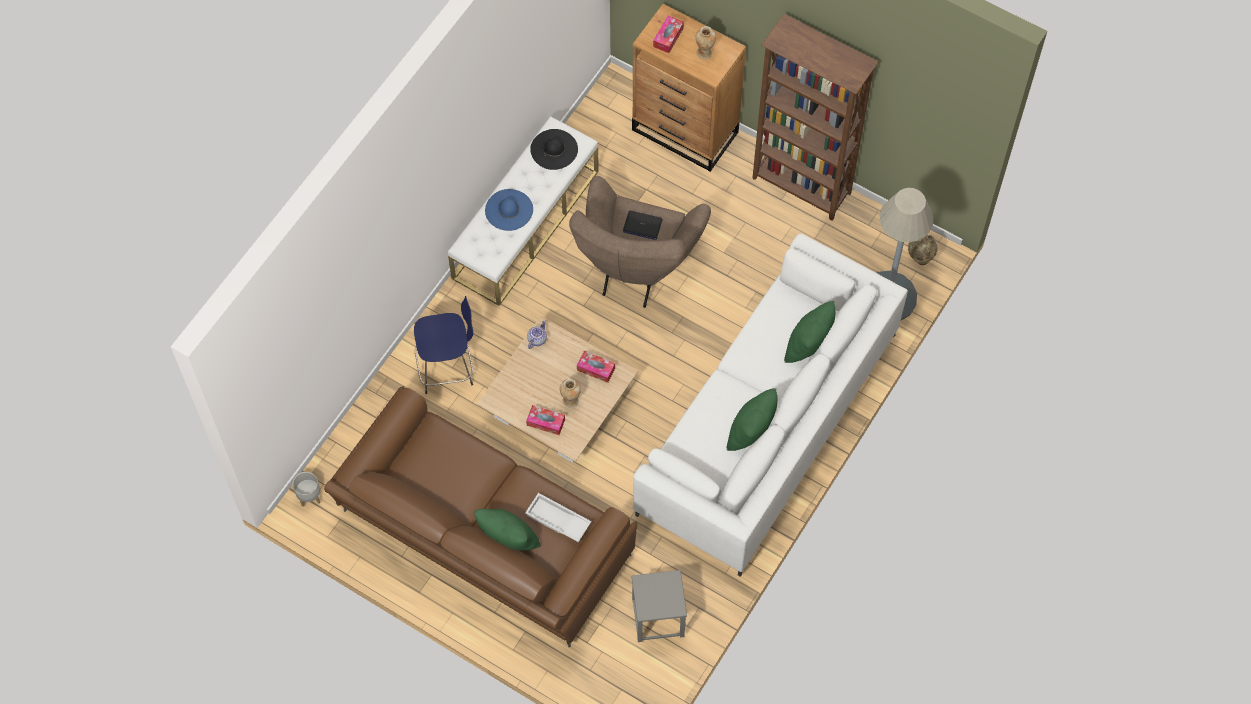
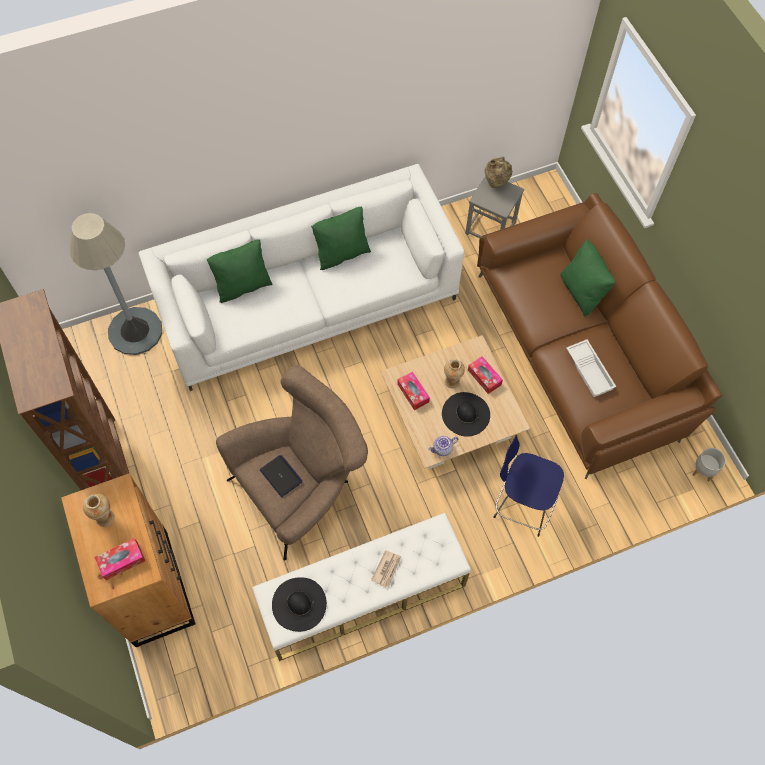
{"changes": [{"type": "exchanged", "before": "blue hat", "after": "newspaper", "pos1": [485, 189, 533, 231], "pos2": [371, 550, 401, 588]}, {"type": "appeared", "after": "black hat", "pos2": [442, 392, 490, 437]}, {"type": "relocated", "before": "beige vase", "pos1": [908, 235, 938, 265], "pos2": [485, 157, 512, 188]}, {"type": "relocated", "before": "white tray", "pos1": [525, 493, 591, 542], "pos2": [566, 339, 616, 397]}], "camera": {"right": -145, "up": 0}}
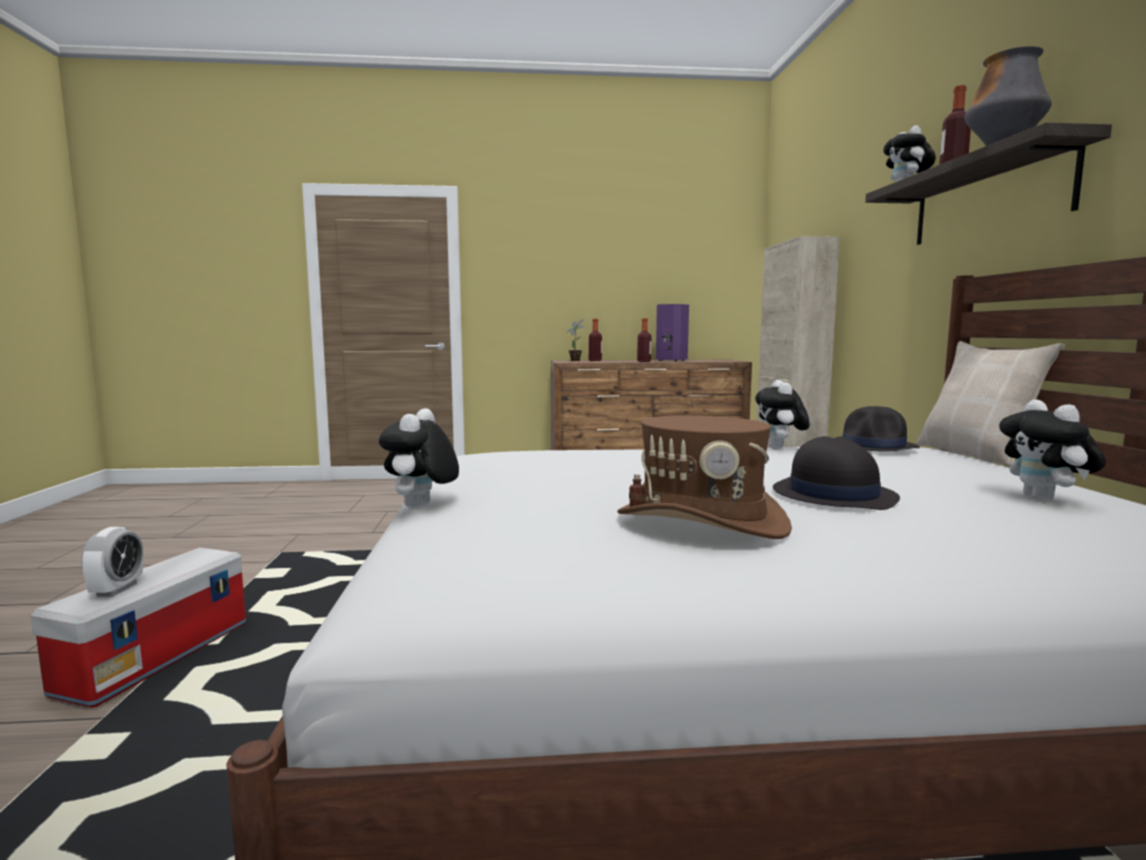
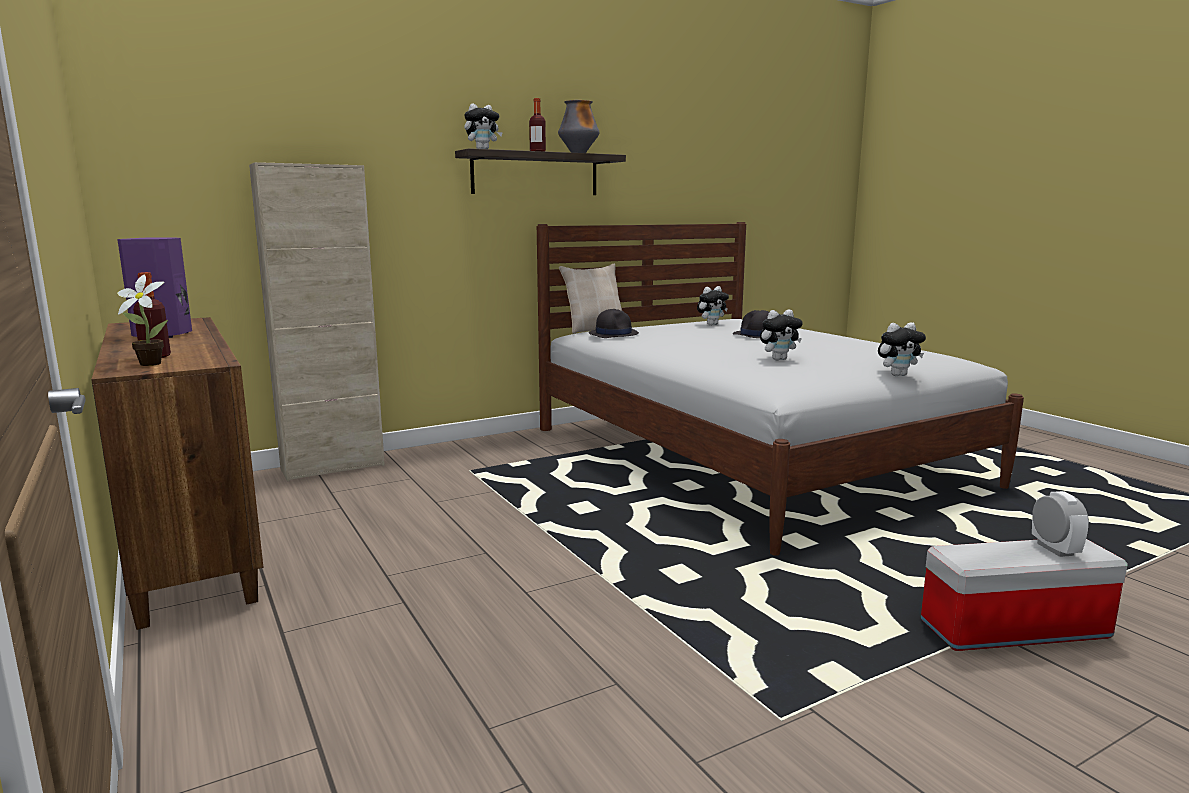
{"changes": [{"type": "relocated", "before": "plush toy", "pos1": [755, 380, 810, 449], "pos2": [760, 309, 803, 360]}, {"type": "spun", "before": "alarm clock", "pos1": [81, 527, 143, 597], "pos2": [1032, 491, 1089, 557], "turn": 105}, {"type": "missing", "before": "brown hat", "pos1": [617, 415, 792, 539]}, {"type": "missing", "before": "bottle", "pos1": [637, 318, 652, 362]}], "camera": {"right": -115, "up": 5}}
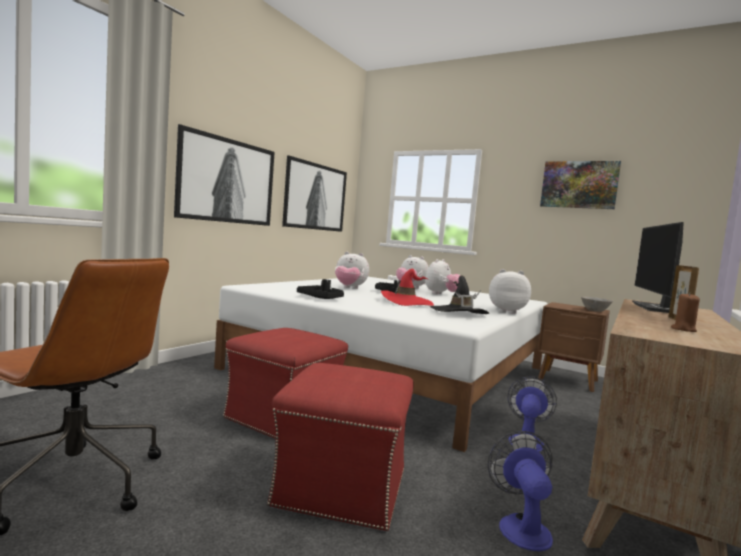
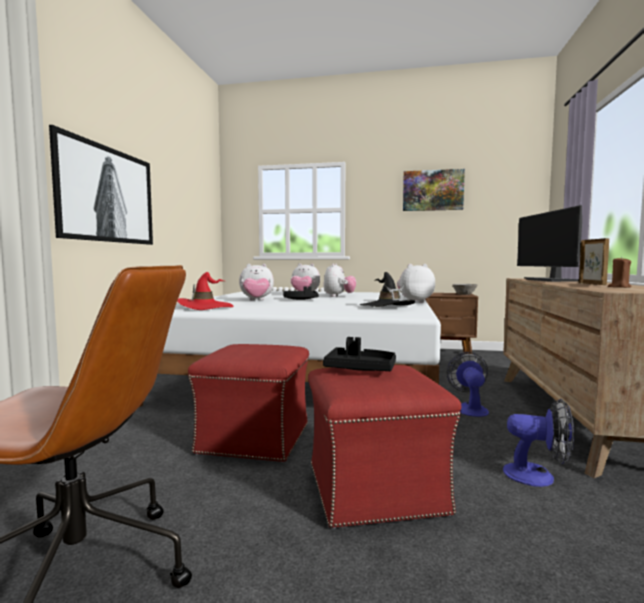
{"changes": [{"type": "relocated", "before": "red hat", "pos1": [381, 269, 434, 306], "pos2": [177, 272, 234, 310]}, {"type": "relocated", "before": "black tray", "pos1": [297, 279, 344, 299], "pos2": [323, 337, 396, 371]}, {"type": "spun", "before": "fan", "pos1": [488, 431, 553, 551], "pos2": [503, 399, 574, 487], "turn": 135}, {"type": "missing", "before": "picture", "pos1": [282, 155, 347, 232]}], "camera": {"right": -20, "up": 0}}
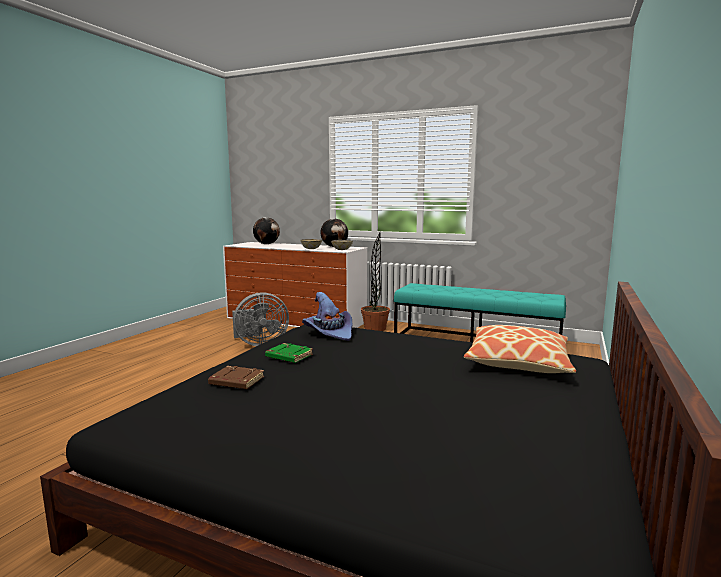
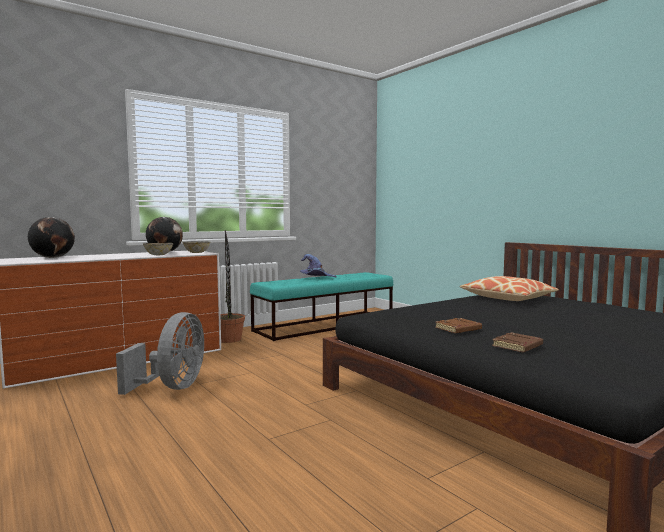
{"changes": [{"type": "relocated", "before": "purple hat", "pos1": [302, 292, 353, 341], "pos2": [300, 254, 337, 277]}, {"type": "colour", "before": "green book", "after": "brown book", "pos1": [265, 343, 313, 363], "pos2": [435, 318, 482, 333]}], "camera": {"right": -60, "up": -5}}
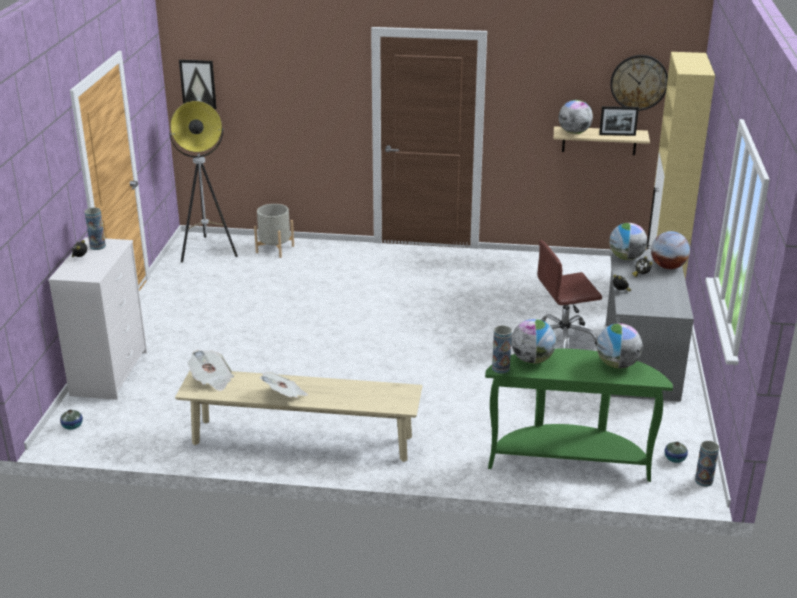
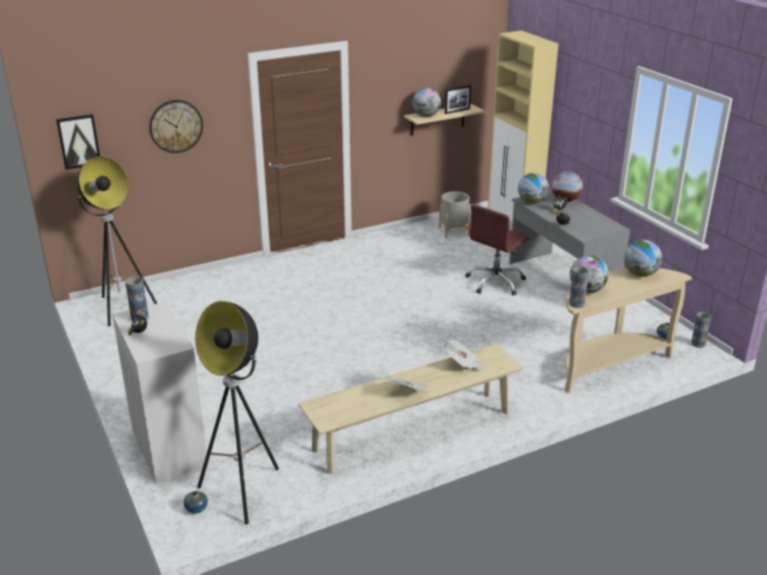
{"changes": [{"type": "relocated", "before": "wall clock", "pos1": [610, 55, 668, 111], "pos2": [149, 100, 203, 153]}, {"type": "appeared", "after": "floor lamp", "pos2": [195, 301, 279, 524]}, {"type": "relocated", "before": "grey planter", "pos1": [254, 204, 294, 258], "pos2": [439, 192, 471, 238]}, {"type": "relocated", "before": "newspaper", "pos1": [188, 350, 234, 391], "pos2": [443, 340, 484, 370]}, {"type": "colour", "before": "green console table", "after": "beige console table", "pos1": [485, 349, 673, 482], "pos2": [565, 268, 692, 393]}], "camera": {"right": -35, "up": 0}}
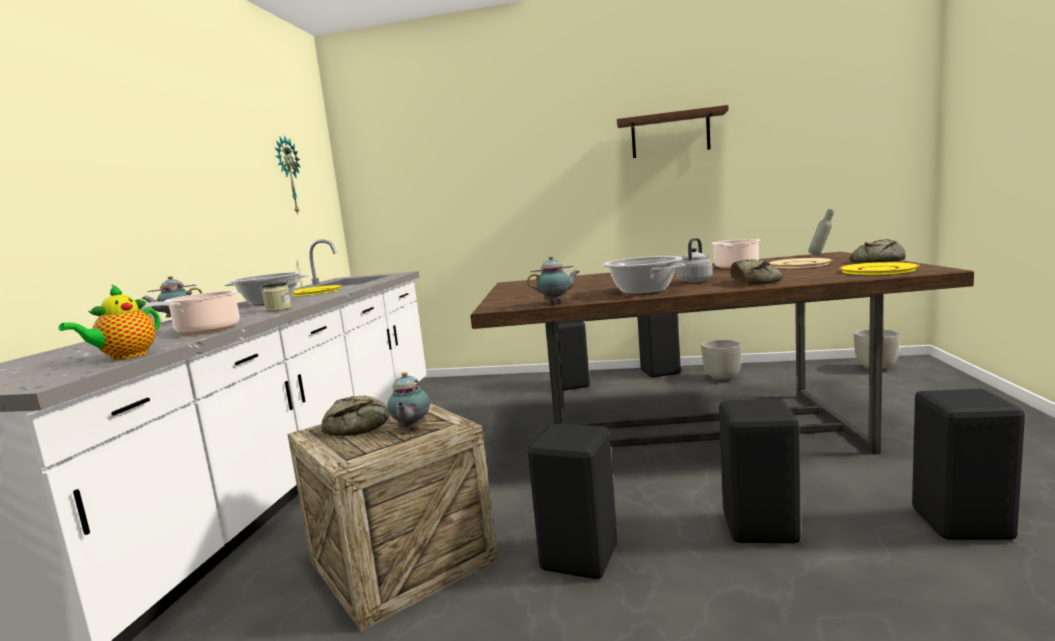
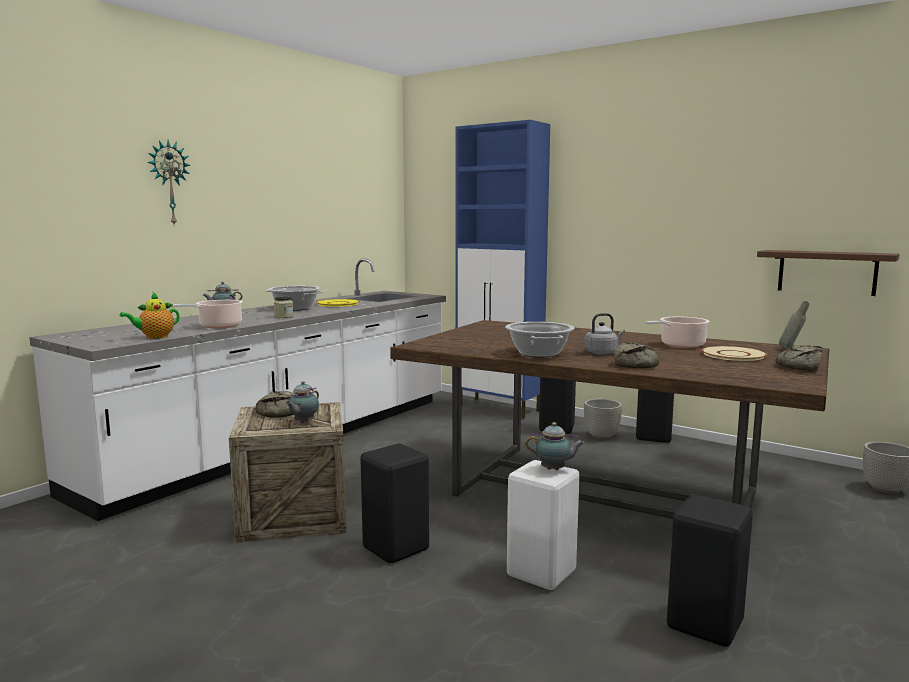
{"changes": [{"type": "relocated", "before": "wall clock", "pos1": [275, 135, 301, 214], "pos2": [147, 140, 190, 225]}, {"type": "appeared", "after": "blue cabinet", "pos2": [455, 120, 550, 419]}, {"type": "colour", "before": "black stool", "after": "white stool", "pos1": [719, 399, 801, 543], "pos2": [507, 460, 580, 590]}, {"type": "relocated", "before": "teapot", "pos1": [527, 256, 580, 304], "pos2": [525, 422, 585, 470]}, {"type": "relocated", "before": "grey planter", "pos1": [701, 340, 742, 381], "pos2": [584, 399, 622, 440]}, {"type": "relocated", "before": "brown shelf", "pos1": [617, 105, 729, 158], "pos2": [757, 250, 900, 296]}, {"type": "missing", "before": "yellow plate", "pos1": [838, 262, 920, 275]}], "camera": {"right": 25, "up": 0}}
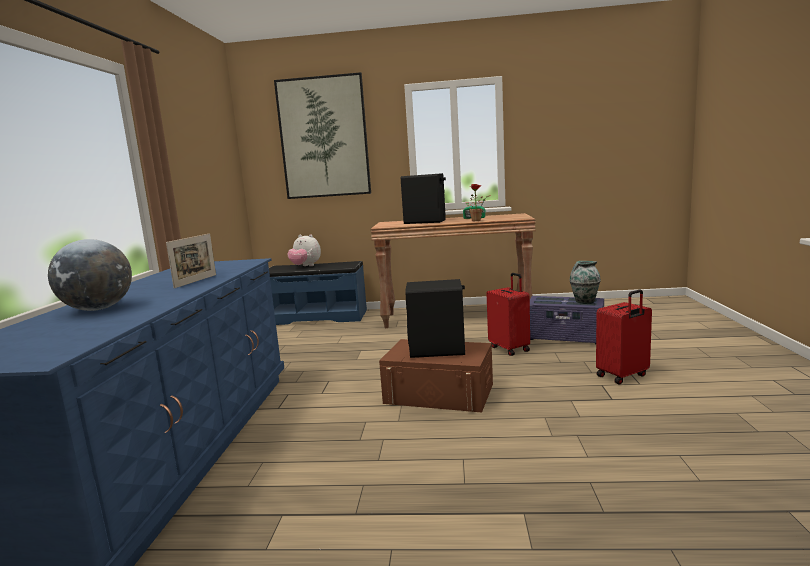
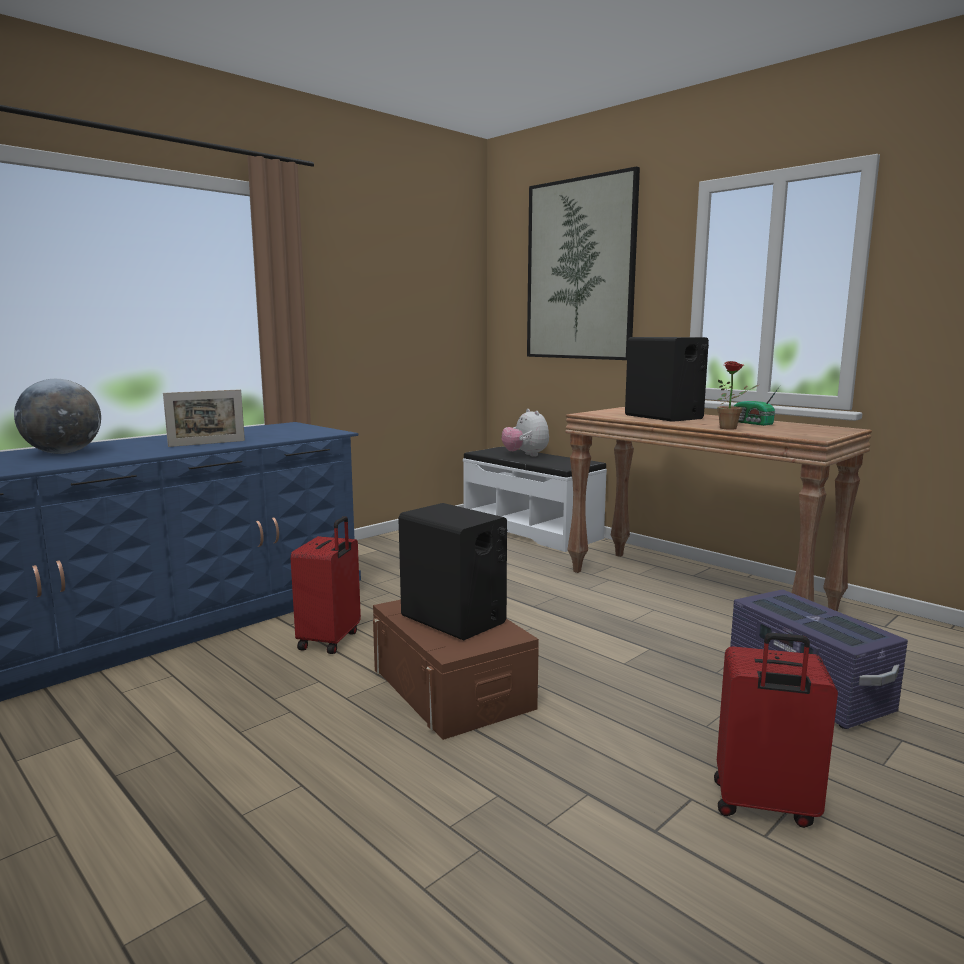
{"changes": [{"type": "relocated", "before": "red suitcase", "pos1": [486, 273, 530, 356], "pos2": [290, 516, 361, 654]}, {"type": "colour", "before": "blue bench", "after": "white bench", "pos1": [269, 261, 367, 325], "pos2": [463, 447, 607, 552]}, {"type": "missing", "before": "vase", "pos1": [570, 261, 601, 304]}], "camera": {"right": 40, "up": 0}}
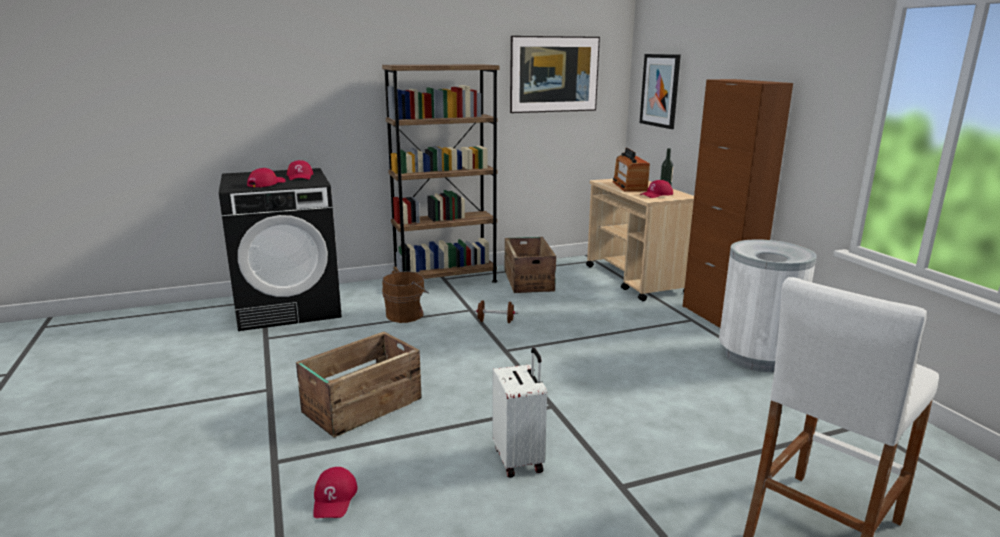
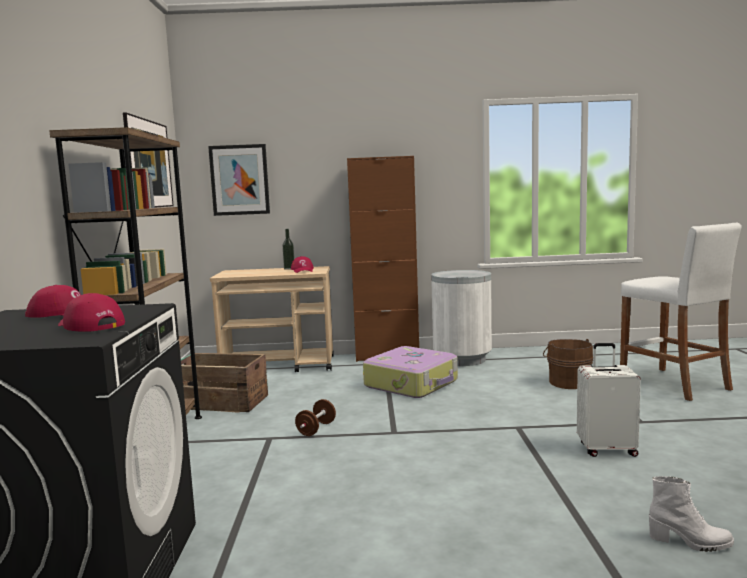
{"changes": [{"type": "appeared", "after": "suitcase", "pos2": [363, 346, 458, 398]}, {"type": "relocated", "before": "brown bucket", "pos1": [382, 271, 429, 323], "pos2": [543, 339, 593, 389]}, {"type": "exchanged", "before": "red cap", "after": "white boot", "pos1": [313, 467, 358, 518], "pos2": [649, 476, 734, 552]}, {"type": "missing", "before": "crate", "pos1": [296, 332, 422, 438]}, {"type": "missing", "before": "radio", "pos1": [612, 148, 650, 192]}], "camera": {"right": -70, "up": -10}}
